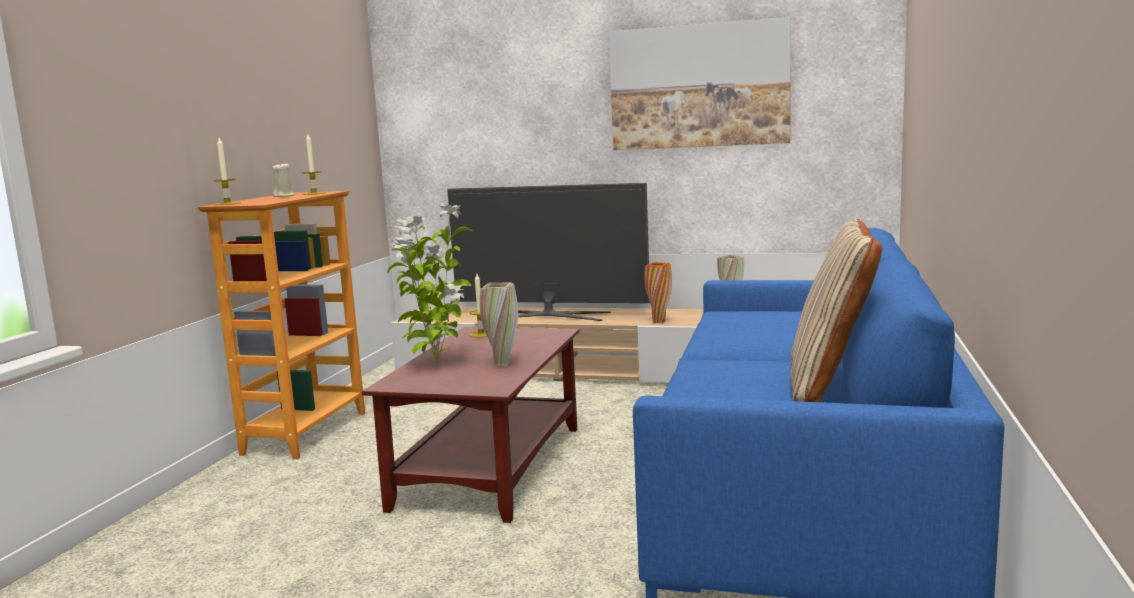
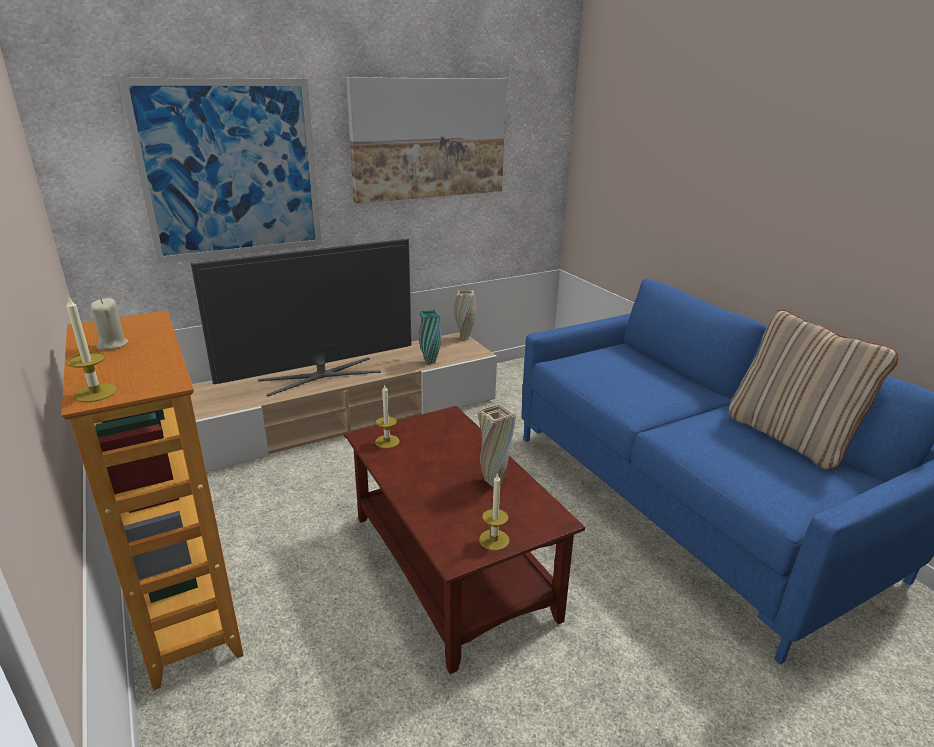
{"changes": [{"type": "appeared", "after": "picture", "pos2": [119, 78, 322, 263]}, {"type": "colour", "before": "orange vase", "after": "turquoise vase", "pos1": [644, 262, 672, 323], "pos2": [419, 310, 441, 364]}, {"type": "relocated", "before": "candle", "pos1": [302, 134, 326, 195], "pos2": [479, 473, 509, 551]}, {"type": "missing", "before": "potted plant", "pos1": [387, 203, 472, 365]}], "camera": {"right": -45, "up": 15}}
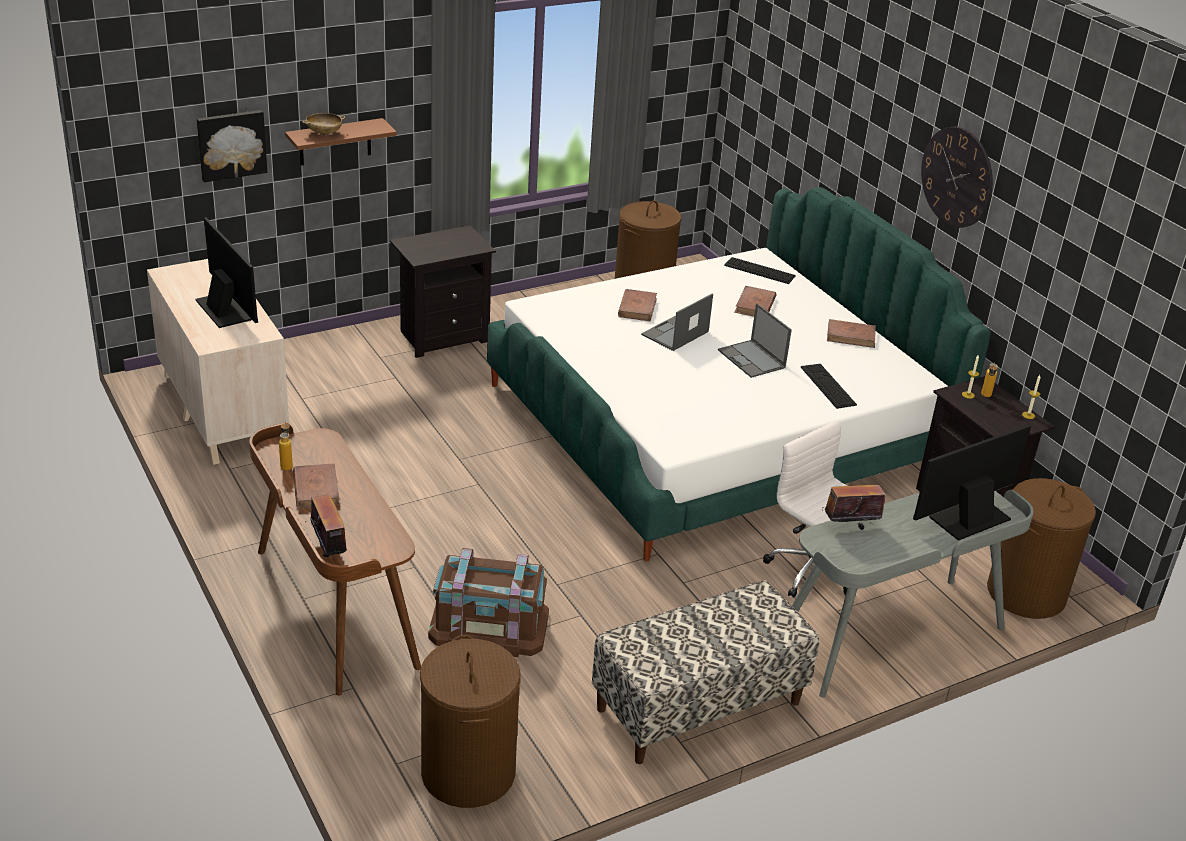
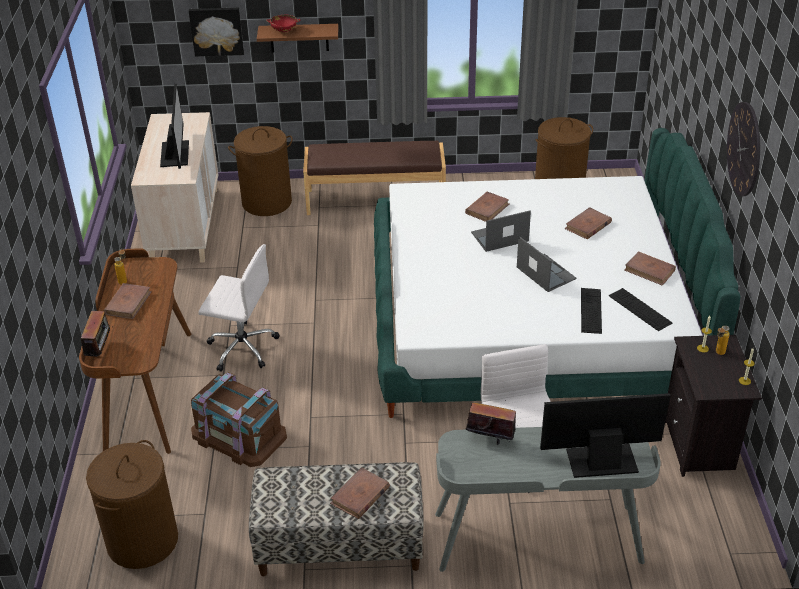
{"changes": [{"type": "appeared", "after": "white office chair", "pos2": [198, 244, 279, 372]}, {"type": "relocated", "before": "brown laundry basket", "pos1": [987, 478, 1096, 619], "pos2": [228, 126, 293, 216]}, {"type": "colour", "before": "beige bowl", "after": "red bowl", "pos1": [302, 113, 345, 135], "pos2": [266, 15, 301, 33]}, {"type": "exchanged", "before": "black nightstand", "after": "brown bench", "pos1": [390, 225, 496, 358], "pos2": [303, 141, 446, 215]}, {"type": "appeared", "after": "brown book", "pos2": [330, 467, 390, 519]}, {"type": "spun", "before": "laptop", "pos1": [718, 303, 792, 378], "pos2": [517, 236, 576, 292], "turn": 150}, {"type": "relocated", "before": "keyboard", "pos1": [724, 257, 796, 284], "pos2": [609, 288, 672, 331]}], "camera": {"right": 30, "up": 5}}
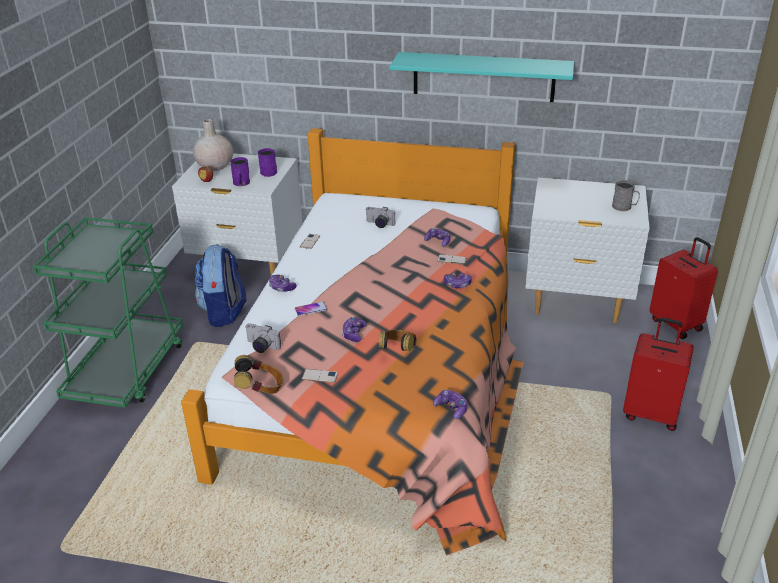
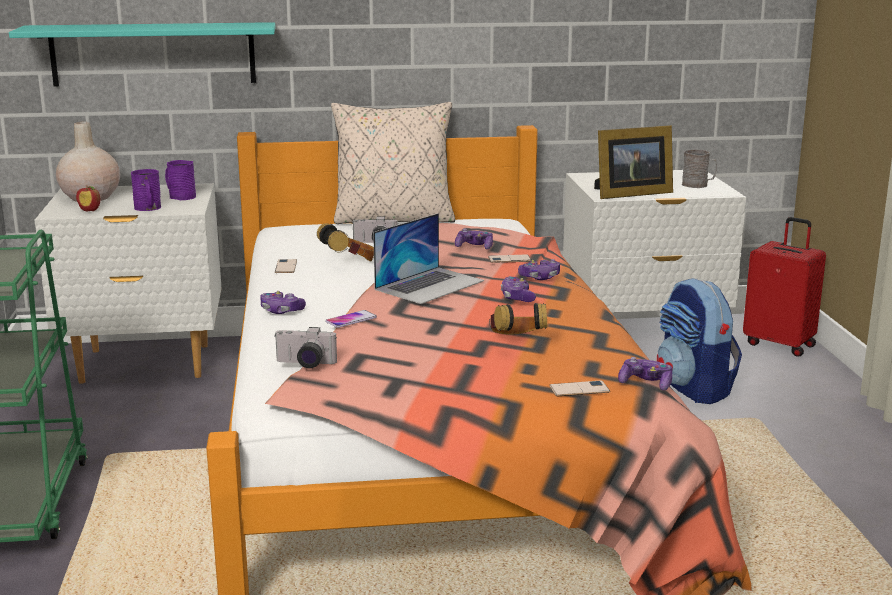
{"changes": [{"type": "relocated", "before": "turquoise shelf", "pos1": [390, 52, 574, 102], "pos2": [9, 22, 276, 87]}, {"type": "relocated", "before": "headphones", "pos1": [234, 355, 283, 394], "pos2": [317, 223, 374, 262]}, {"type": "appeared", "after": "beige pillow", "pos2": [331, 102, 455, 224]}, {"type": "appeared", "after": "laptop", "pos2": [373, 213, 484, 304]}, {"type": "relocated", "before": "game controller", "pos1": [342, 317, 367, 342], "pos2": [501, 276, 536, 302]}, {"type": "relocated", "before": "phone", "pos1": [302, 369, 338, 383], "pos2": [549, 380, 610, 396]}, {"type": "appeared", "after": "picture frame", "pos2": [594, 125, 673, 199]}, {"type": "relocated", "before": "backpack", "pos1": [195, 244, 246, 327], "pos2": [657, 278, 742, 404]}, {"type": "missing", "before": "red suitcase", "pos1": [623, 318, 694, 431]}], "camera": {"right": -20, "up": -15}}
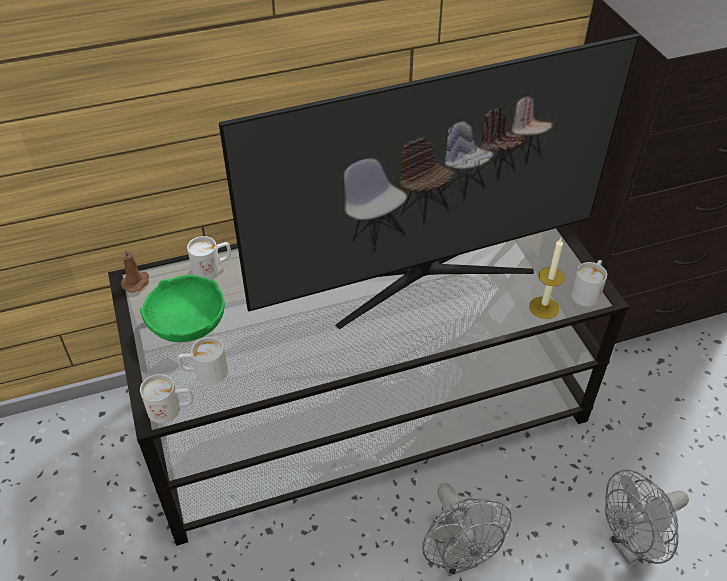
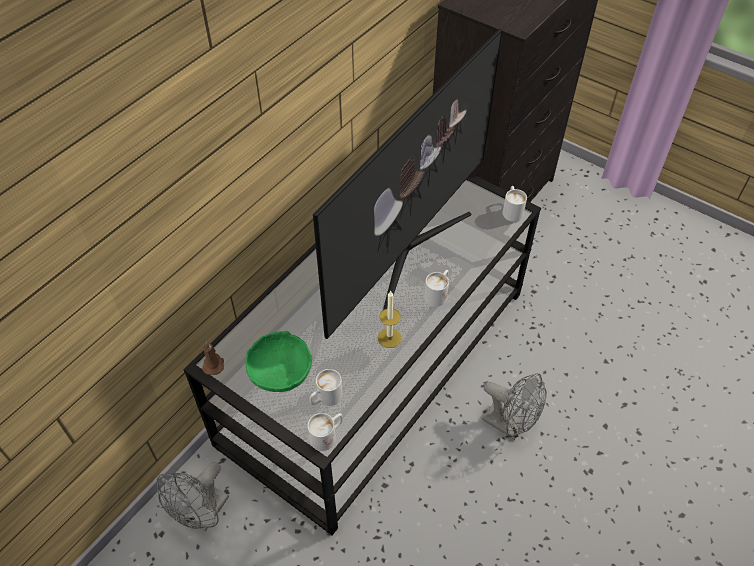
{"changes": [{"type": "relocated", "before": "grey fan", "pos1": [605, 470, 689, 564], "pos2": [157, 462, 229, 532]}, {"type": "relocated", "before": "candle", "pos1": [529, 238, 565, 319], "pos2": [378, 291, 401, 348]}, {"type": "relocated", "before": "white mug", "pos1": [187, 236, 231, 279], "pos2": [424, 270, 449, 307]}], "camera": {"right": -35, "up": 5}}
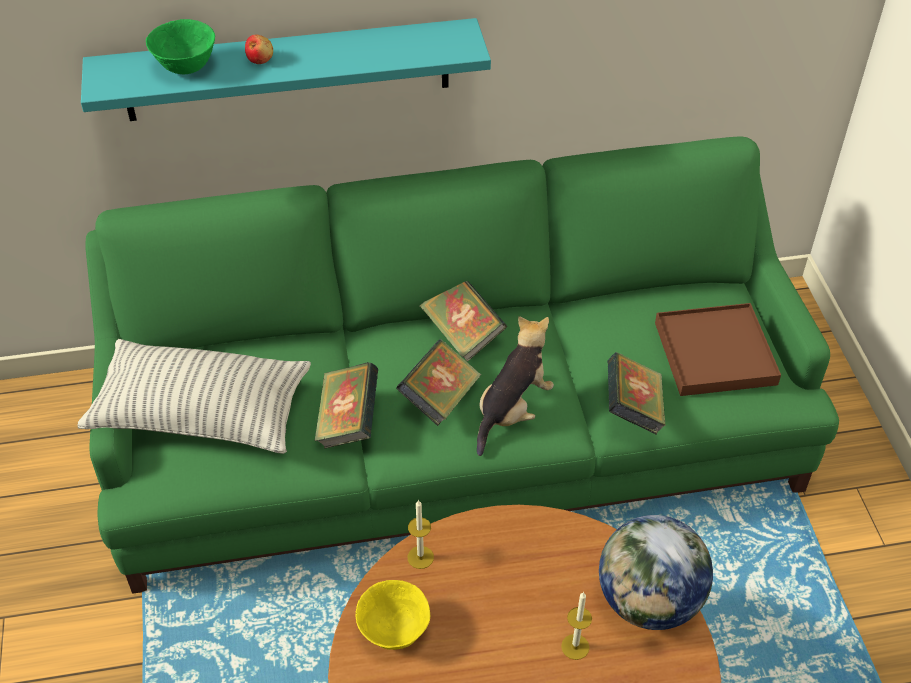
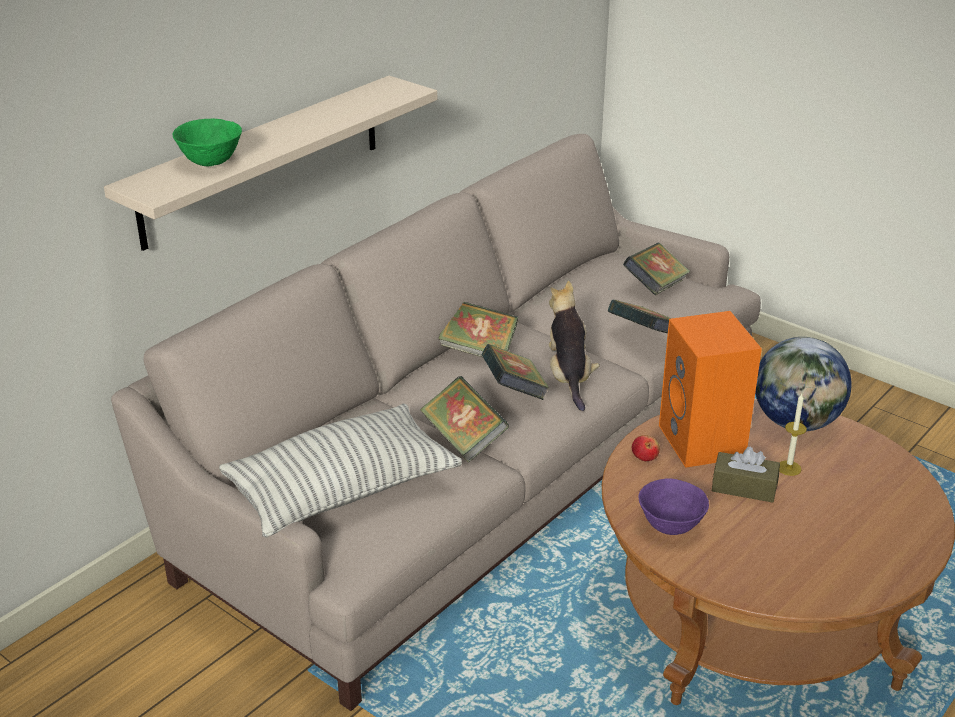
{"changes": [{"type": "colour", "before": "turquoise shelf", "after": "beige shelf", "pos1": [81, 18, 491, 121], "pos2": [104, 76, 437, 251]}, {"type": "colour", "before": "green sofa", "after": "beige sofa", "pos1": [85, 136, 839, 594], "pos2": [111, 134, 761, 711]}, {"type": "exchanged", "before": "brown tray", "after": "book", "pos1": [655, 303, 781, 396], "pos2": [623, 243, 690, 295]}, {"type": "relocated", "before": "apple", "pos1": [245, 35, 273, 64], "pos2": [632, 435, 660, 461]}, {"type": "colour", "before": "yellow bowl", "after": "purple bowl", "pos1": [355, 580, 430, 650], "pos2": [638, 478, 709, 535]}, {"type": "appeared", "after": "orange speaker", "pos2": [659, 311, 762, 468]}, {"type": "appeared", "after": "brown tissue box", "pos2": [712, 447, 780, 503]}, {"type": "missing", "before": "candle", "pos1": [408, 500, 434, 569]}], "camera": {"right": -40, "up": -15}}
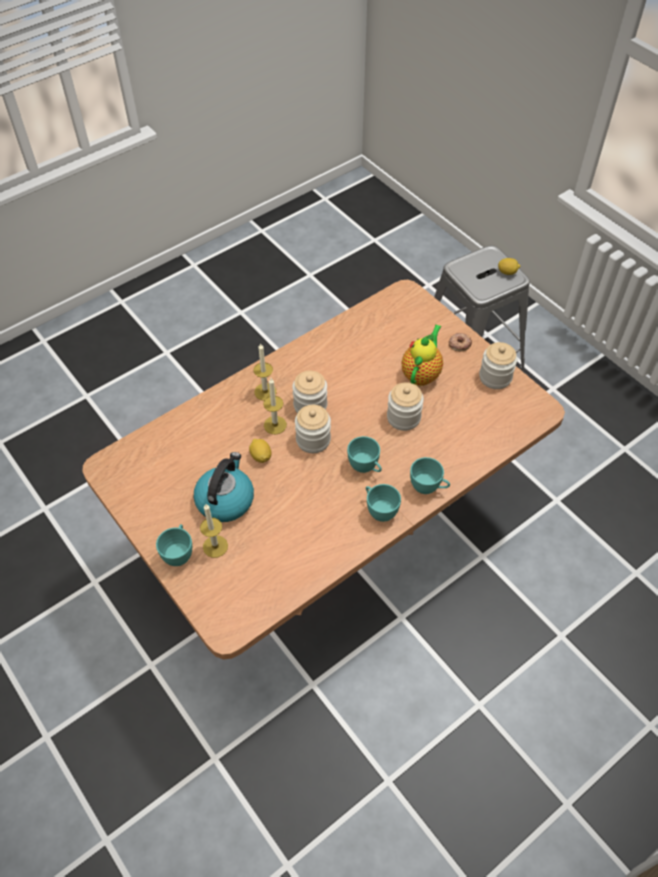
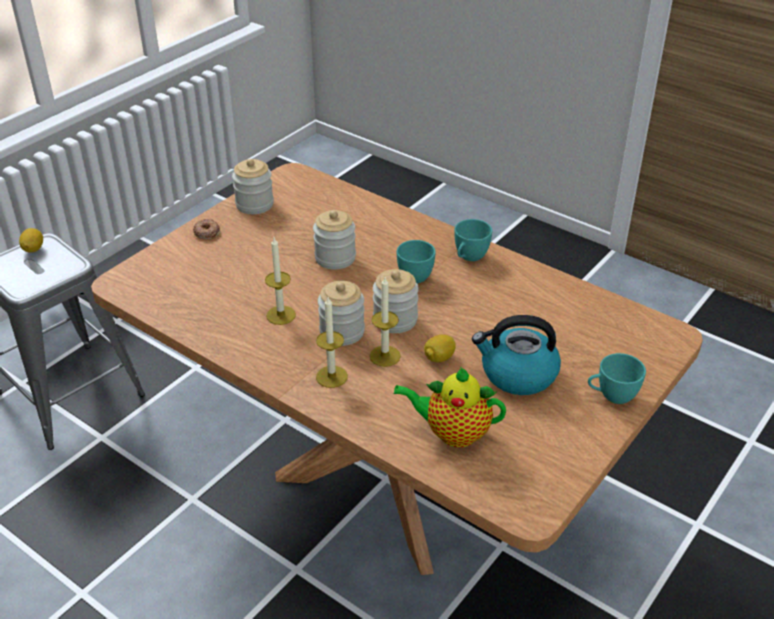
{"changes": [{"type": "relocated", "before": "candle", "pos1": [200, 504, 228, 558], "pos2": [265, 238, 296, 325]}, {"type": "relocated", "before": "teapot", "pos1": [402, 324, 443, 386], "pos2": [394, 367, 506, 447]}, {"type": "missing", "before": "turquoise cup", "pos1": [410, 457, 450, 494]}], "camera": {"right": -105, "up": -15}}
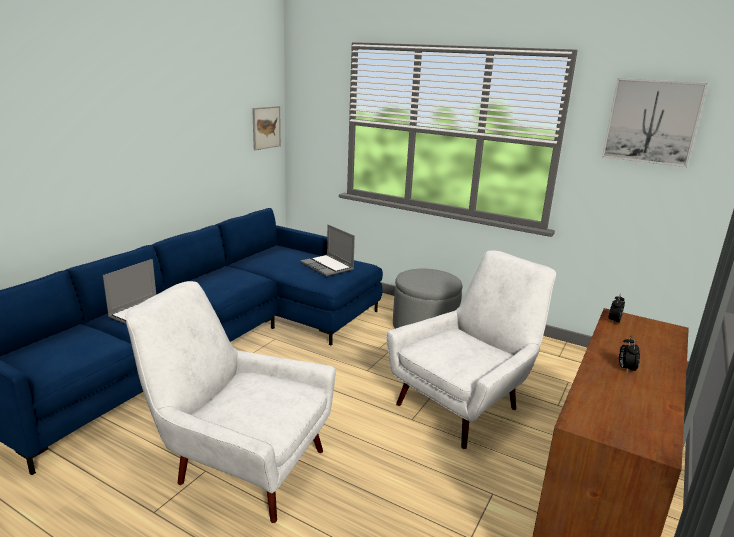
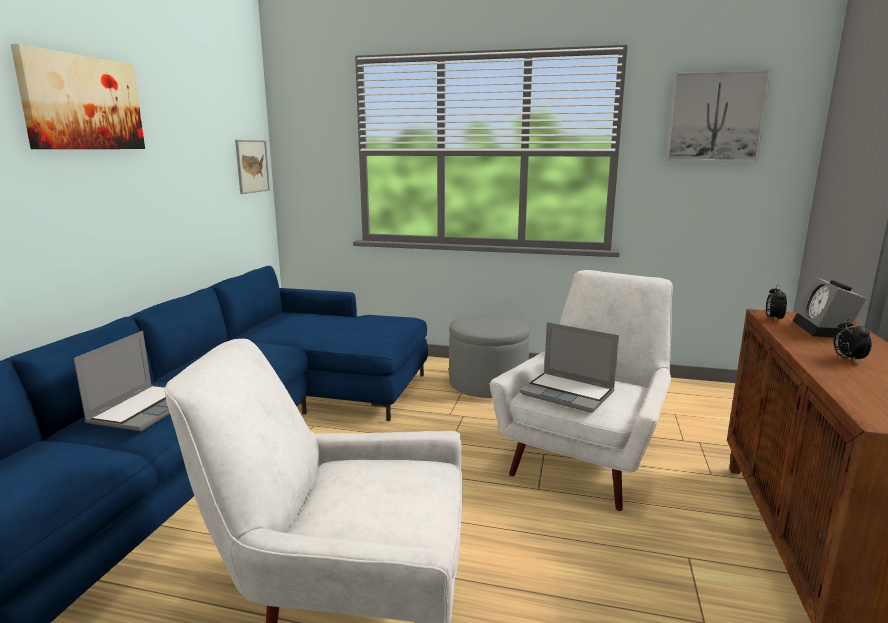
{"changes": [{"type": "appeared", "after": "picture", "pos2": [11, 44, 145, 149]}, {"type": "relocated", "before": "laptop", "pos1": [301, 224, 355, 276], "pos2": [520, 322, 619, 413]}, {"type": "appeared", "after": "alarm clock", "pos2": [793, 277, 866, 338]}], "camera": {"right": -15, "up": -5}}
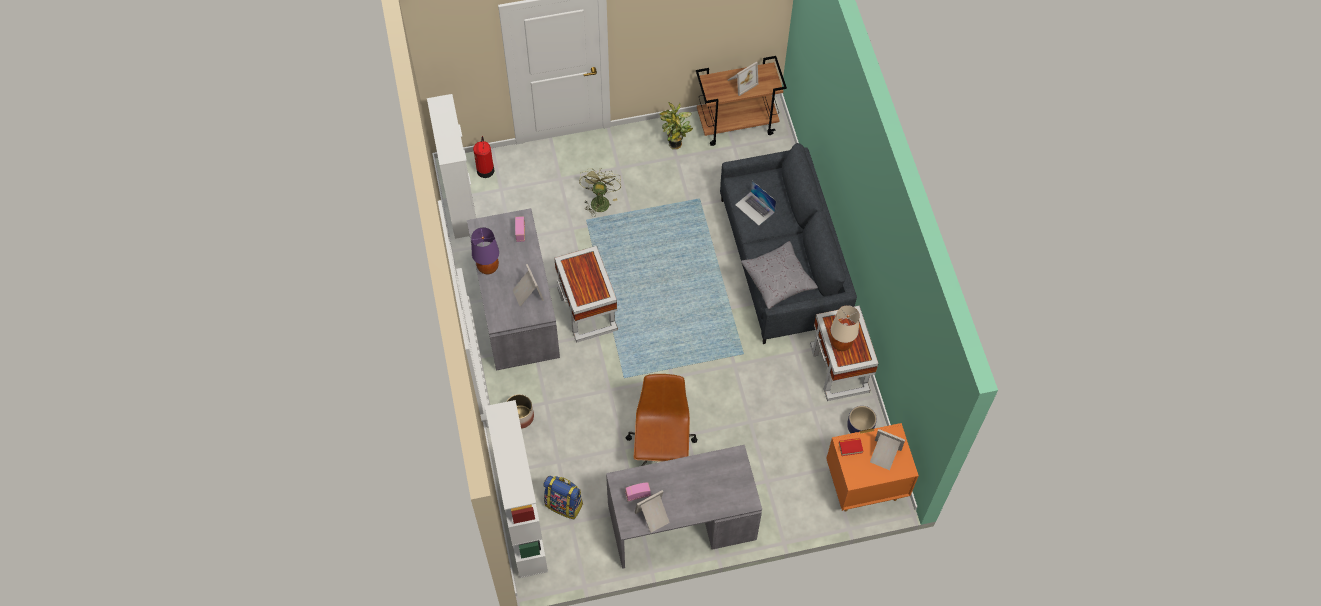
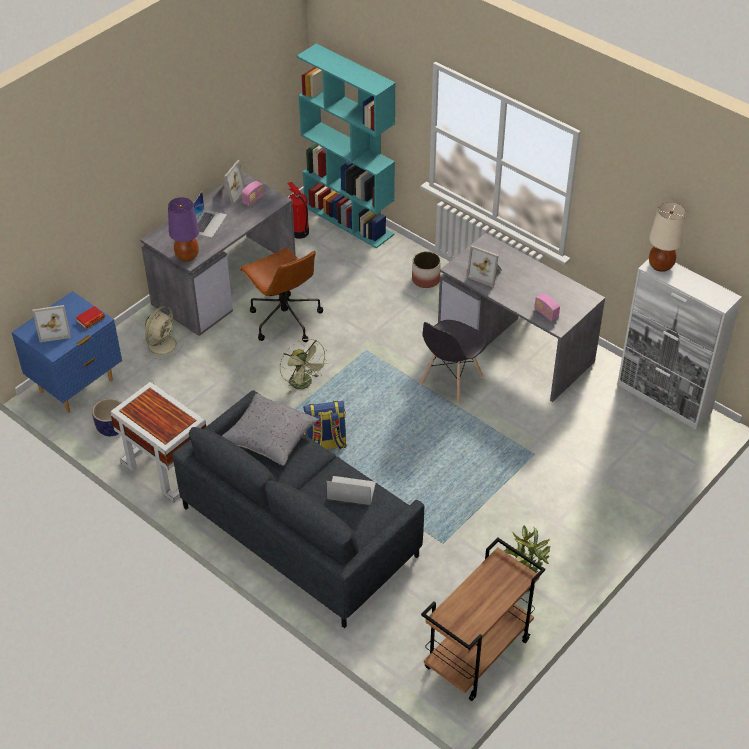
{"changes": [{"type": "colour", "before": "orange nightstand", "after": "blue nightstand", "pos1": [826, 423, 919, 512], "pos2": [12, 291, 122, 413]}, {"type": "appeared", "after": "beige fan", "pos2": [143, 306, 183, 360]}, {"type": "relocated", "before": "purple table lamp", "pos1": [471, 227, 499, 274], "pos2": [168, 197, 199, 261]}, {"type": "appeared", "after": "laptop", "pos2": [193, 192, 227, 238]}, {"type": "relocated", "before": "green fan", "pos1": [579, 168, 621, 217], "pos2": [280, 339, 329, 394]}, {"type": "relocated", "before": "fire extinguisher", "pos1": [473, 136, 494, 178], "pos2": [287, 182, 309, 239]}, {"type": "colour", "before": "white bookcase", "after": "turquoise bookcase", "pos1": [485, 400, 548, 578], "pos2": [297, 43, 396, 248]}, {"type": "relocated", "before": "backpack", "pos1": [543, 476, 583, 519], "pos2": [303, 401, 347, 450]}, {"type": "exchanged", "before": "white side table", "after": "grey chair", "pos1": [554, 246, 618, 343], "pos2": [420, 320, 488, 404]}, {"type": "relocated", "before": "beige table lamp", "pos1": [831, 305, 860, 351], "pos2": [649, 202, 686, 272]}, {"type": "missing", "before": "picture frame", "pos1": [728, 62, 758, 96]}], "camera": {"right": 145, "up": -15}}
